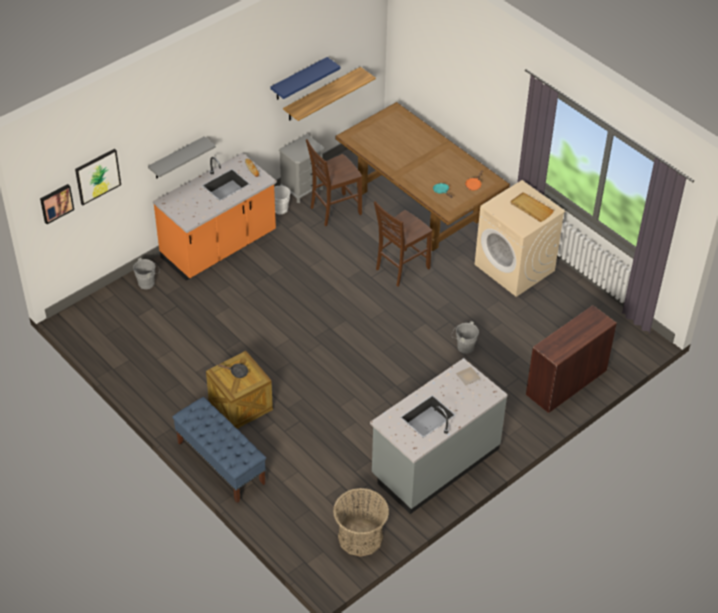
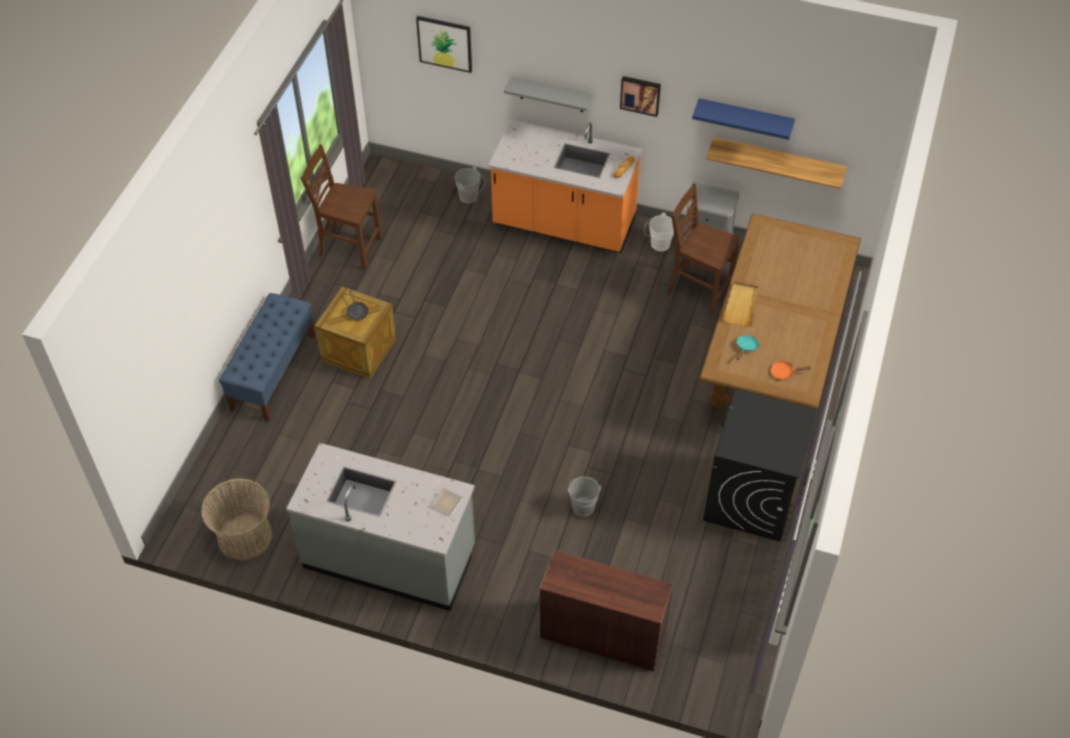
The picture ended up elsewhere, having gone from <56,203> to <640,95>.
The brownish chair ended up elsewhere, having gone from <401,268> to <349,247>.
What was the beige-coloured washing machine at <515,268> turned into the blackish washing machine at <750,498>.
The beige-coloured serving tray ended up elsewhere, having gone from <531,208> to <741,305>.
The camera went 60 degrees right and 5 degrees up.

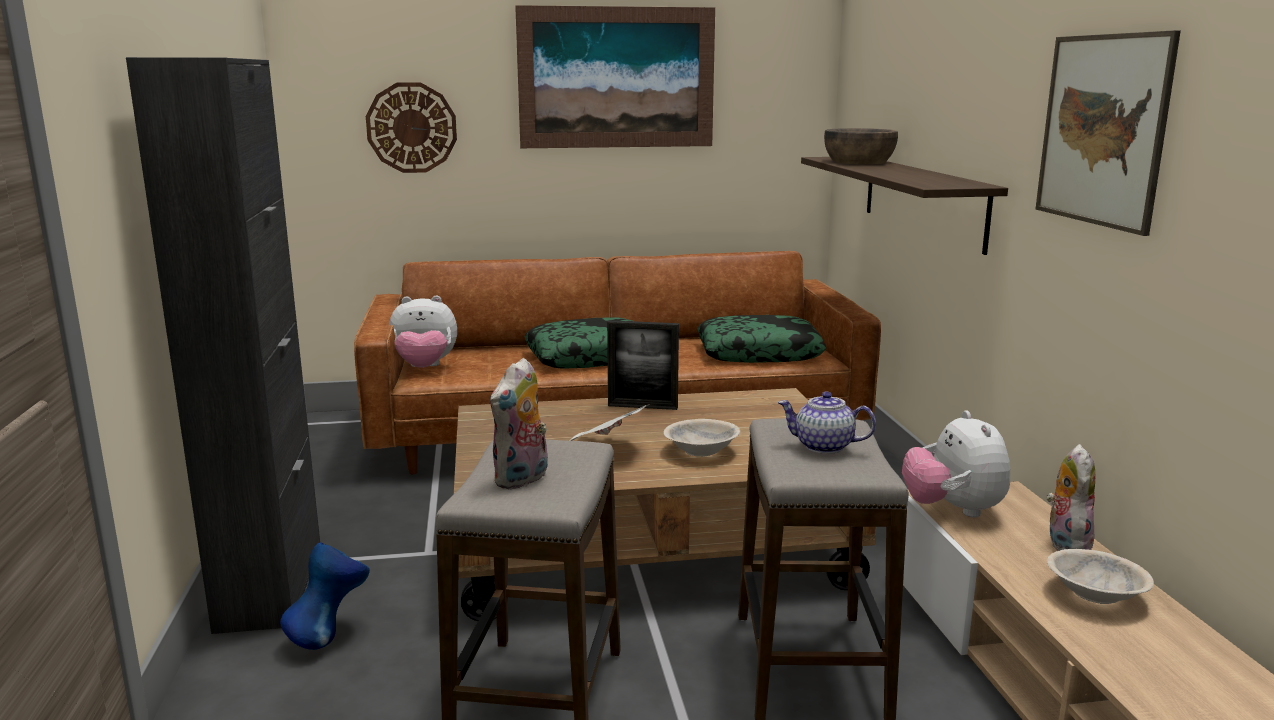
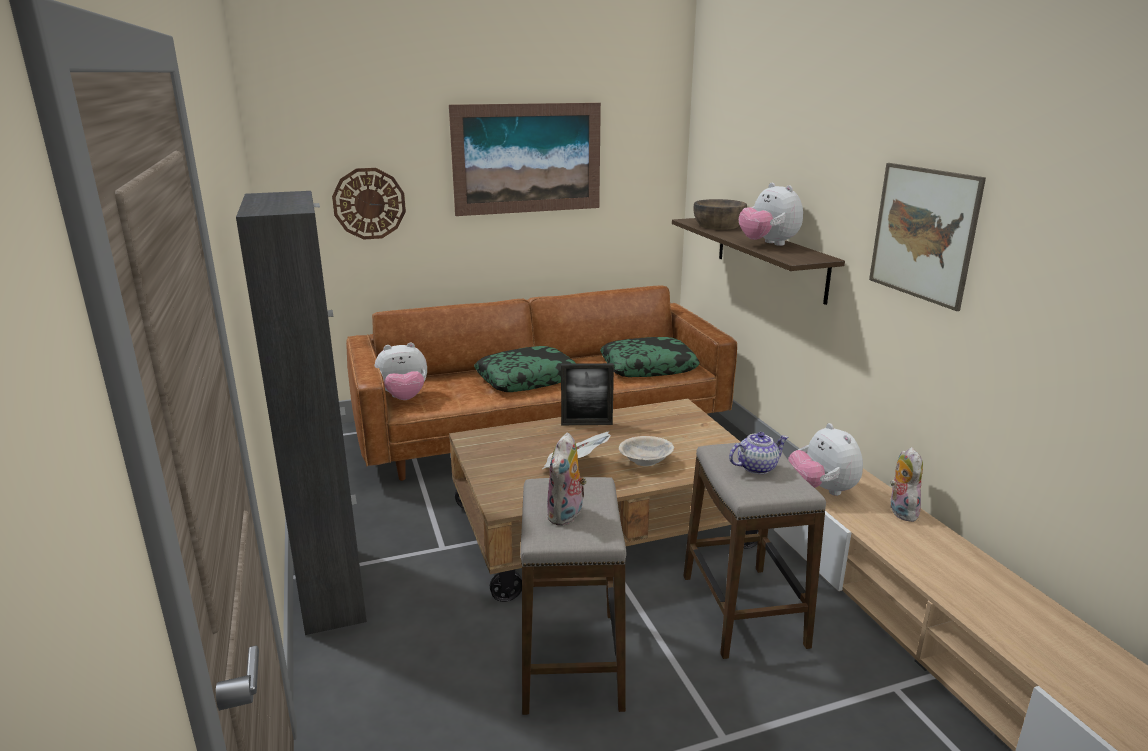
The second view lost the blue-coloured decorative vase at <330,637>.
The pot for tea at <823,446> ended up facing another way, 150 degrees clockwise from before.
The second view lost the beige-coloured bowl at <1094,595>.
The second view gained the soft toy at <768,244>.
The camera went 10 degrees left and 5 degrees up.

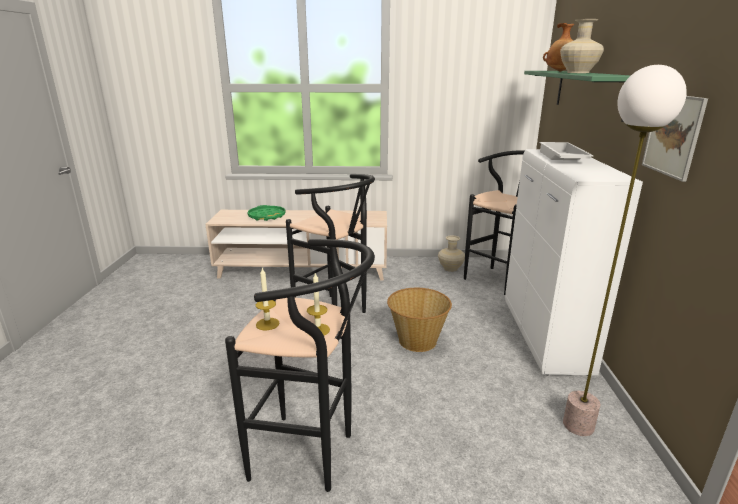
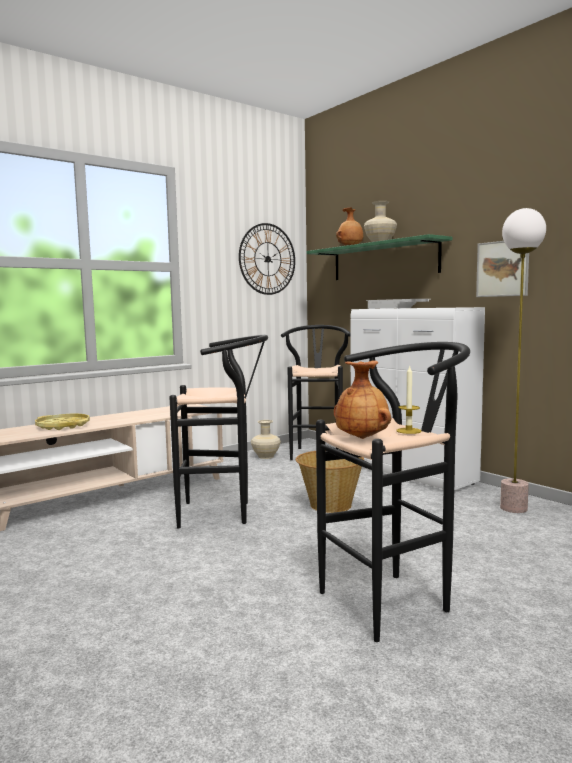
What was the green serving tray at <267,216> turned into the yellow serving tray at <63,426>.
Where the candle stood at <267,324>, the brownish decorative vase came to stand at <362,438>.
The second view gained the clock on the wall at <267,259>.
The camera went 40 degrees left and 15 degrees down.

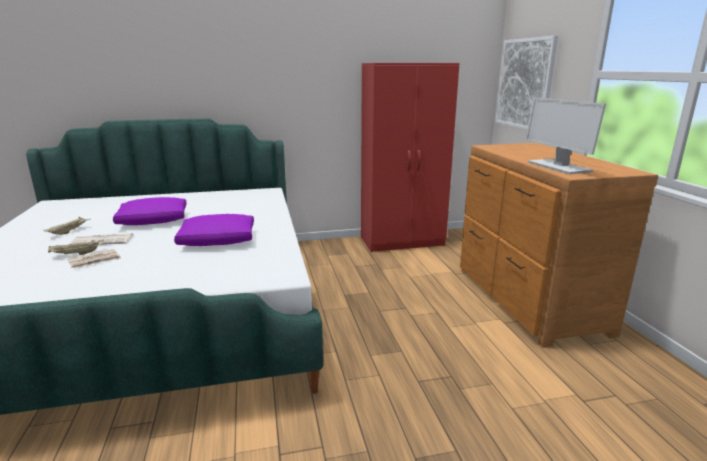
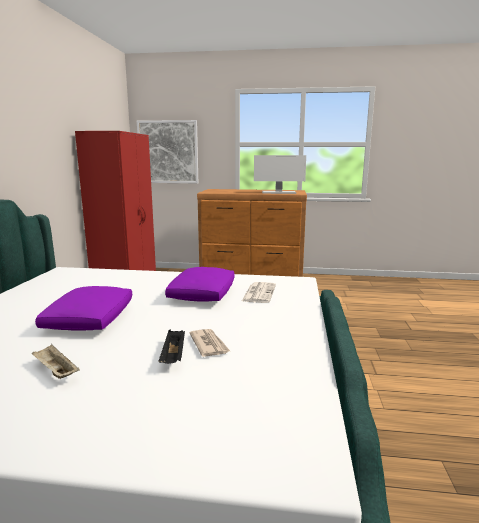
What was the beige-coloured serving tray at <77,254> turned into the blackish serving tray at <173,357>.
The printed paper ended up elsewhere, having gone from <103,240> to <259,293>.
The camera went 70 degrees left and 5 degrees down.

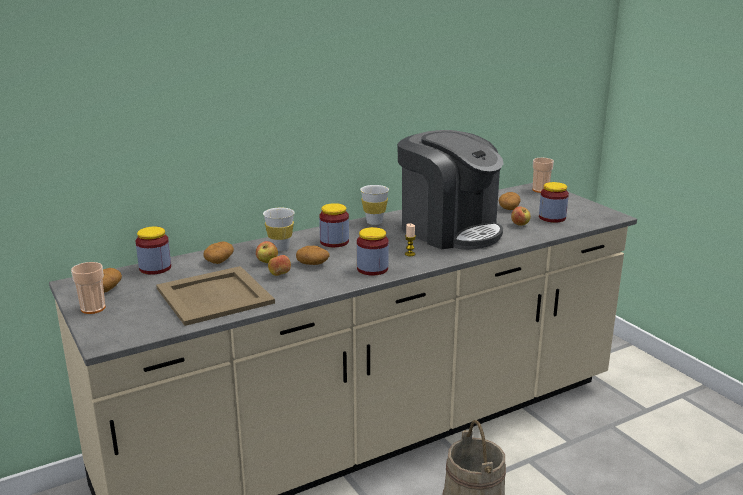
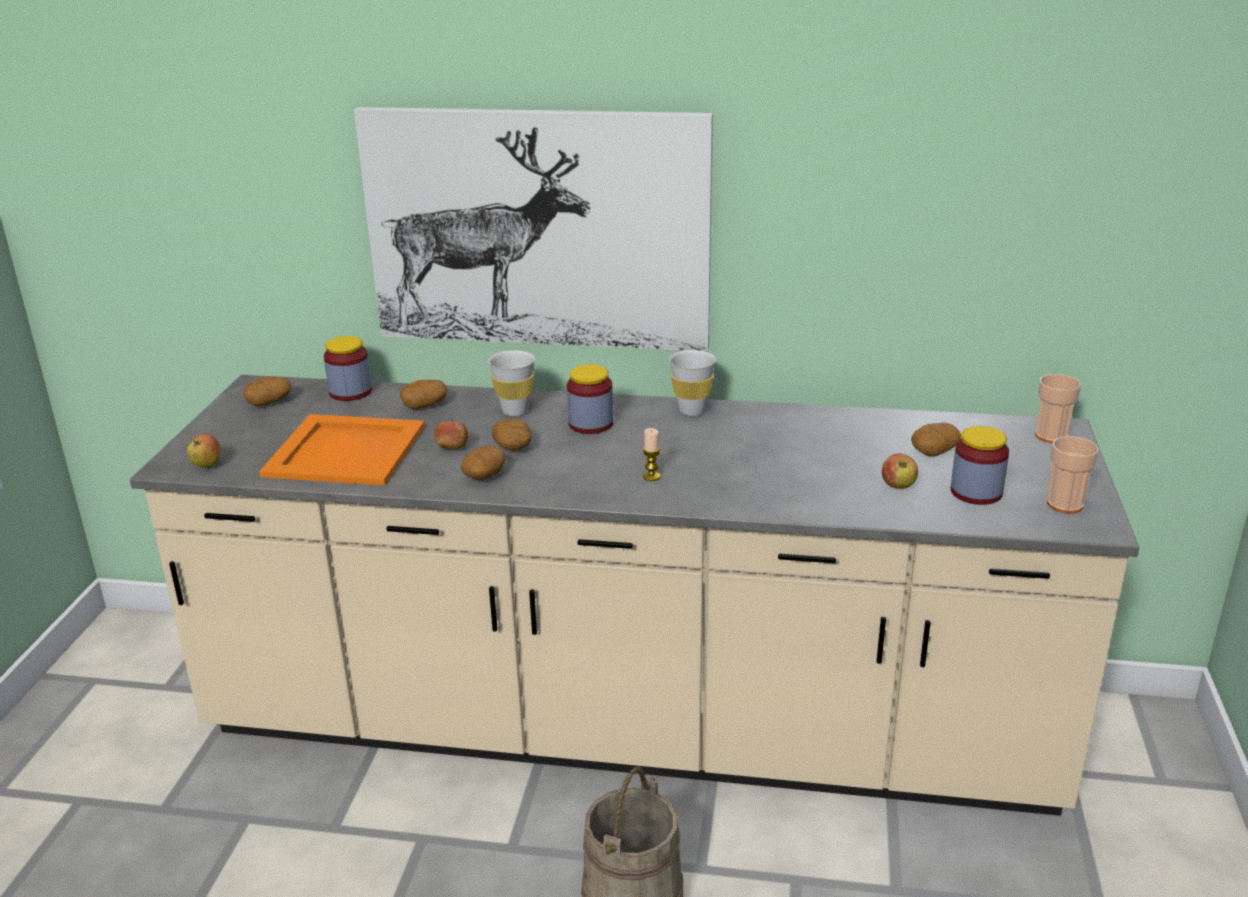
The drinking cup ended up elsewhere, having gone from <93,308> to <1065,504>.
What was the beige-coloured serving tray at <213,295> turned into the orange serving tray at <345,450>.
The whole apple ended up elsewhere, having gone from <267,262> to <207,465>.
The second view lost the preserve jar at <372,269>.
The second view lost the coffee maker at <449,230>.
The second view gained the picture at <537,229>.
The second view gained the whole potato at <484,475>.
The camera went 40 degrees right and 5 degrees up.

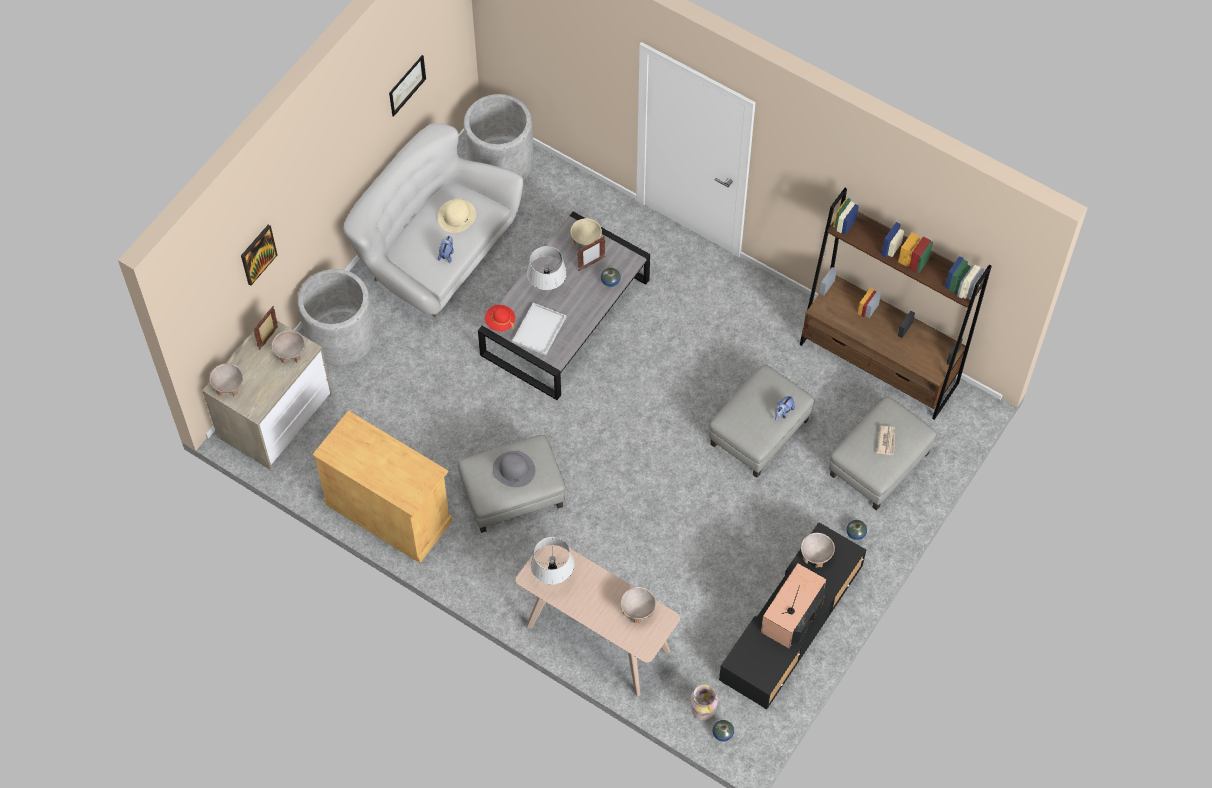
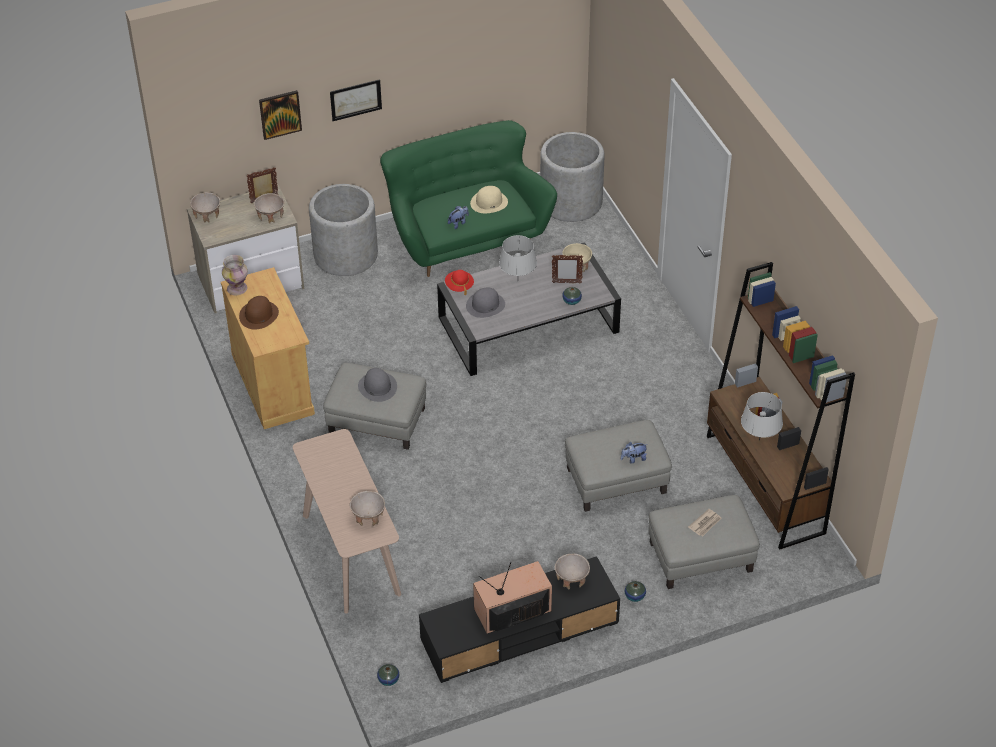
What was the whitish sofa at <435,254> turned into the green sofa at <466,237>.
The picture ended up elsewhere, having gone from <407,85> to <355,99>.
Where the whitish serving tray stood at <539,328>, the grey clothing hat came to stand at <485,305>.
The grey lamp for a table ended up elsewhere, having gone from <553,576> to <759,440>.
The decorative vase ended up elsewhere, having gone from <702,709> to <237,288>.
The second view gained the brownish clothing hat at <259,315>.
The camera went 35 degrees right and 15 degrees down.

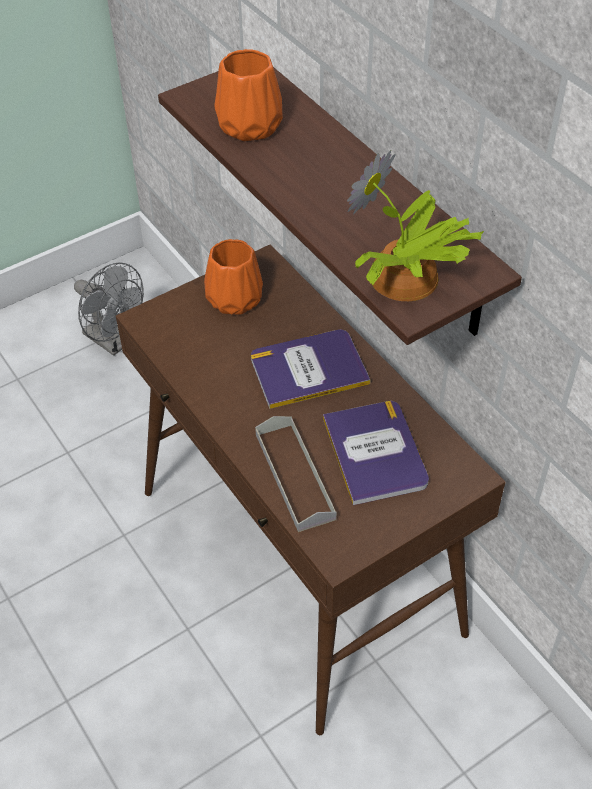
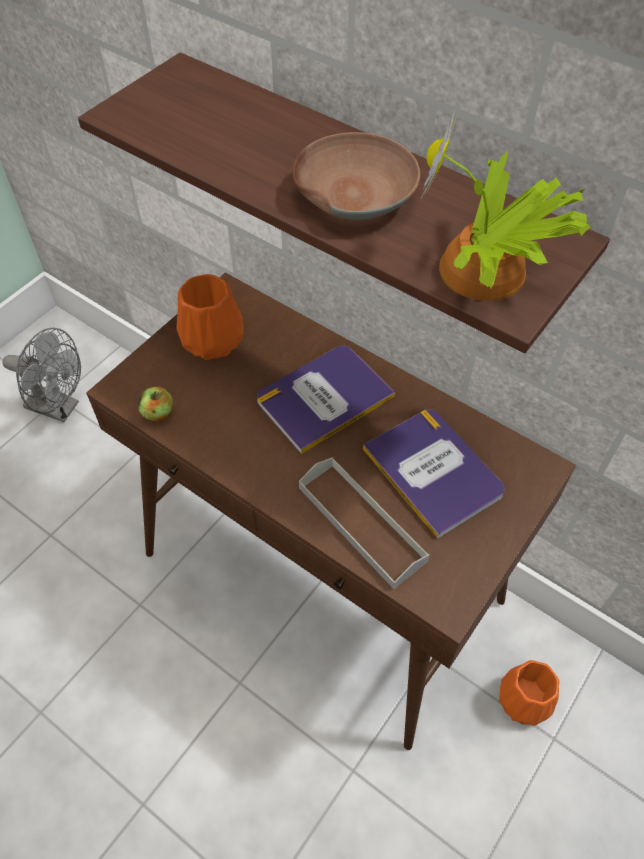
The orange decorative vase ended up elsewhere, having gone from <251,125> to <525,699>.
The second view gained the whole apple at <158,413>.
The second view gained the brownish bowl at <354,193>.
The camera went 20 degrees left and 5 degrees up.

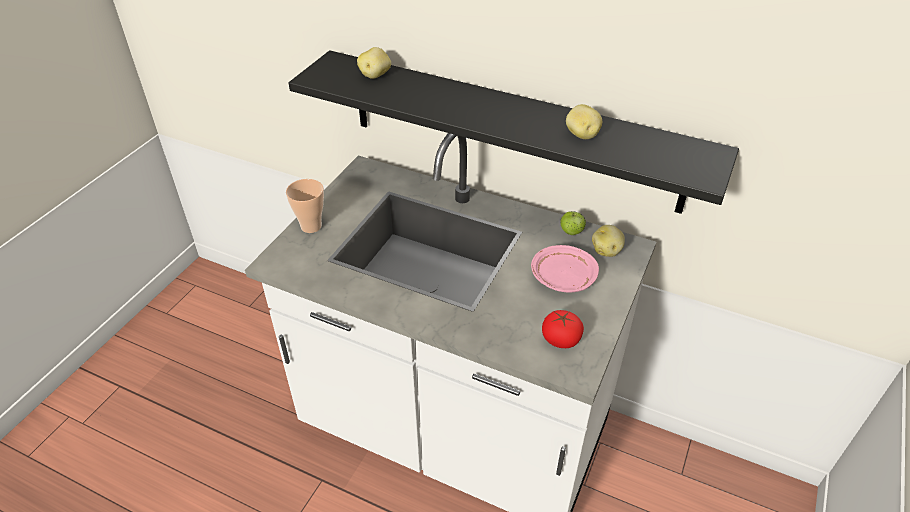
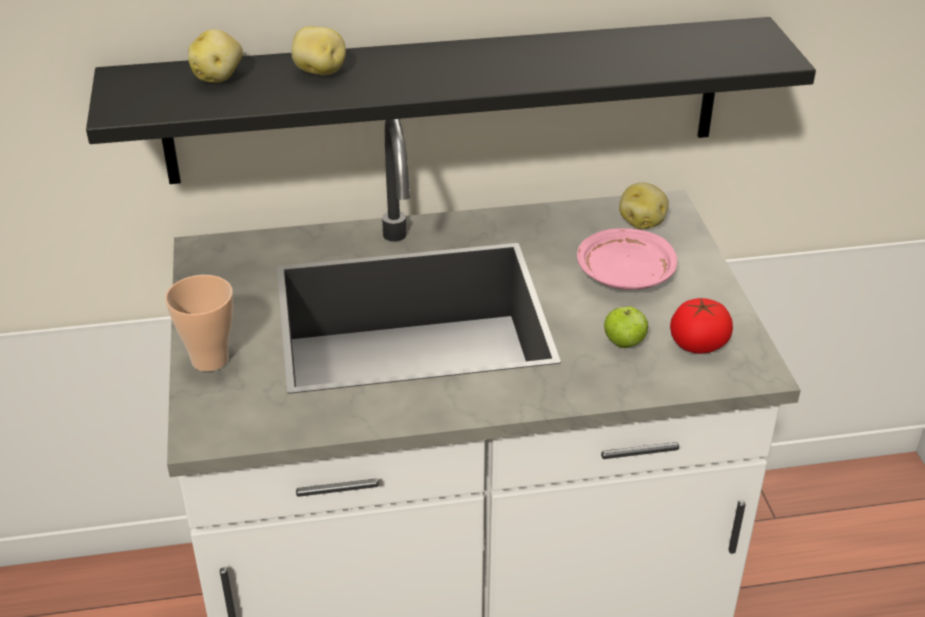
The whole apple ended up elsewhere, having gone from <571,232> to <624,343>.
The whole potato ended up elsewhere, having gone from <581,135> to <320,72>.
The camera went 35 degrees left and 5 degrees down.

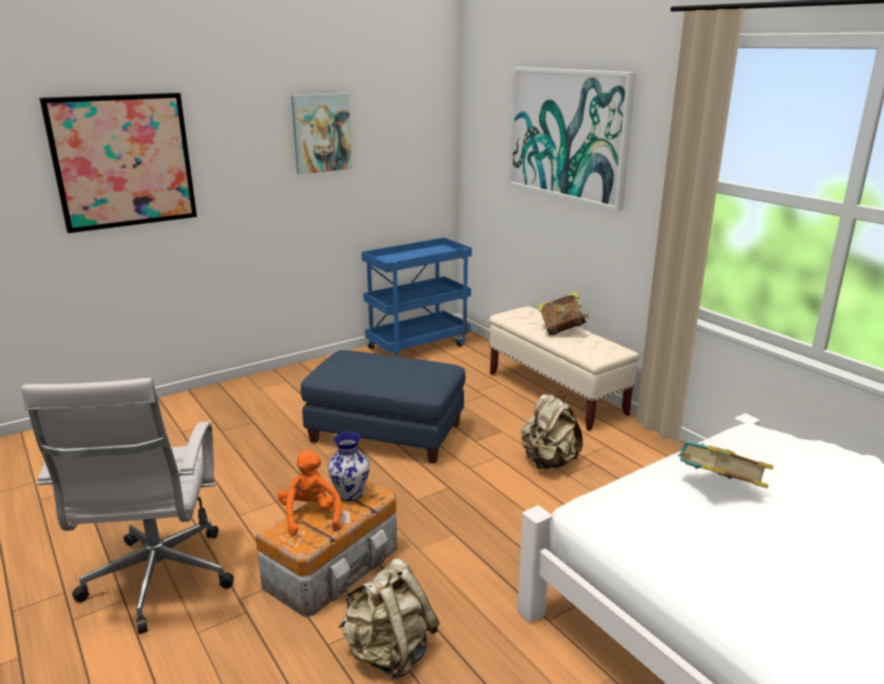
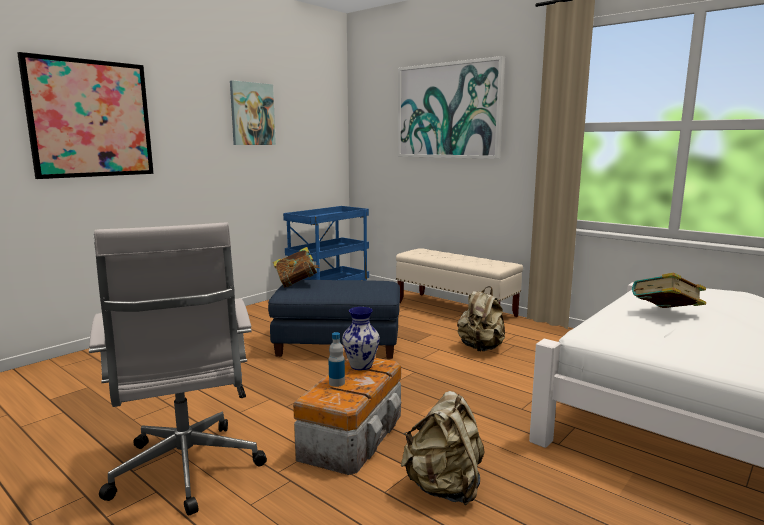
Where the orange soft toy stood at <310,515>, the drink bottle came to stand at <336,383>.
The volume ended up elsewhere, having gone from <562,330> to <296,283>.
The camera went 15 degrees left and 10 degrees down.

